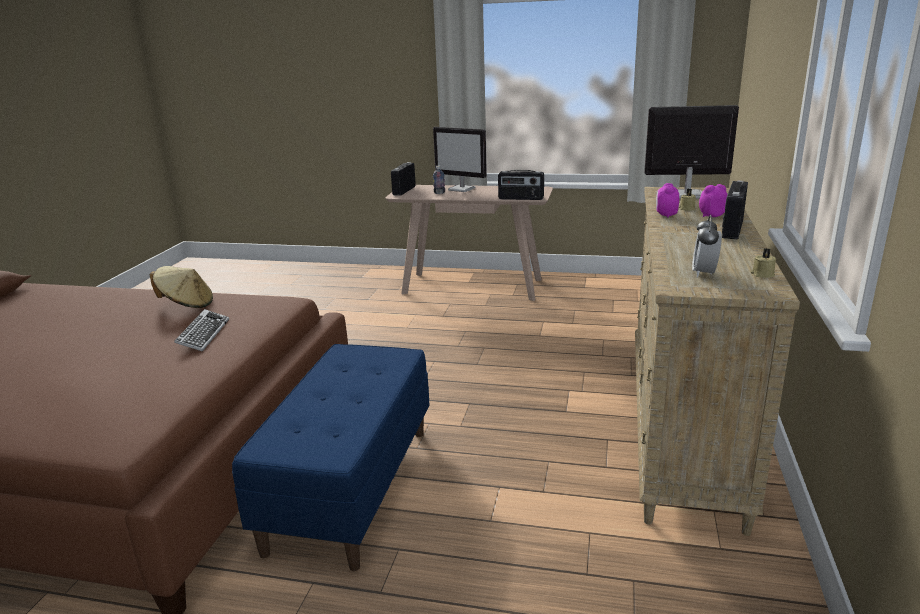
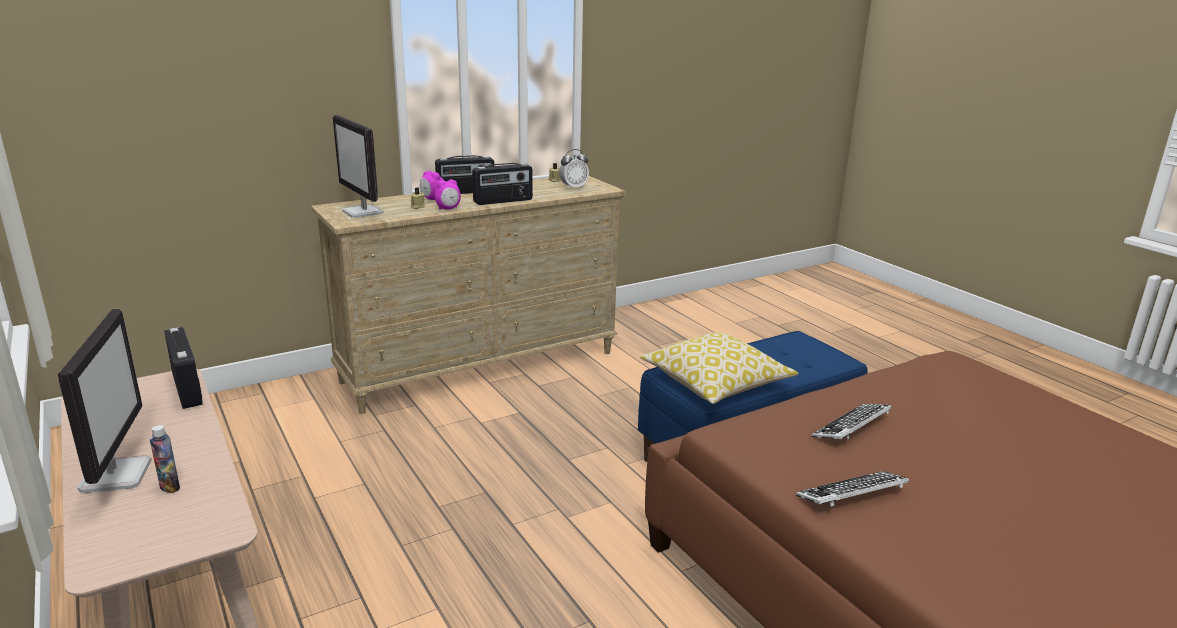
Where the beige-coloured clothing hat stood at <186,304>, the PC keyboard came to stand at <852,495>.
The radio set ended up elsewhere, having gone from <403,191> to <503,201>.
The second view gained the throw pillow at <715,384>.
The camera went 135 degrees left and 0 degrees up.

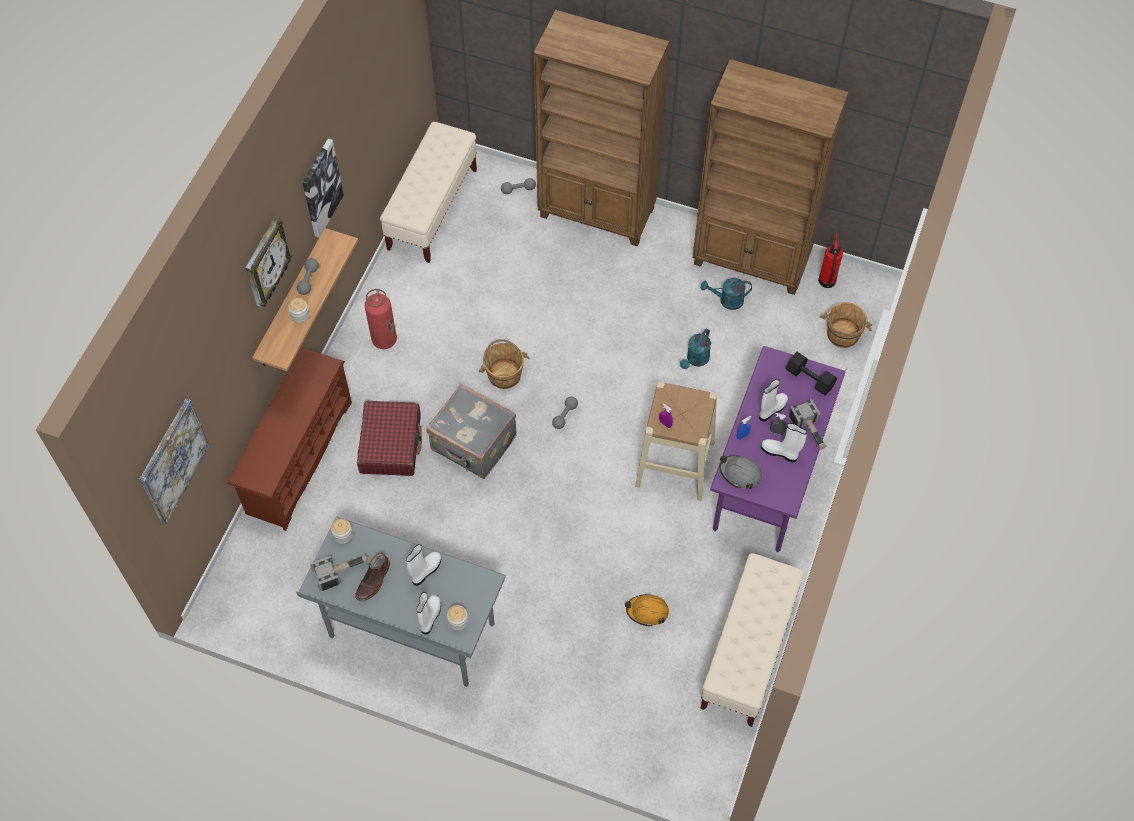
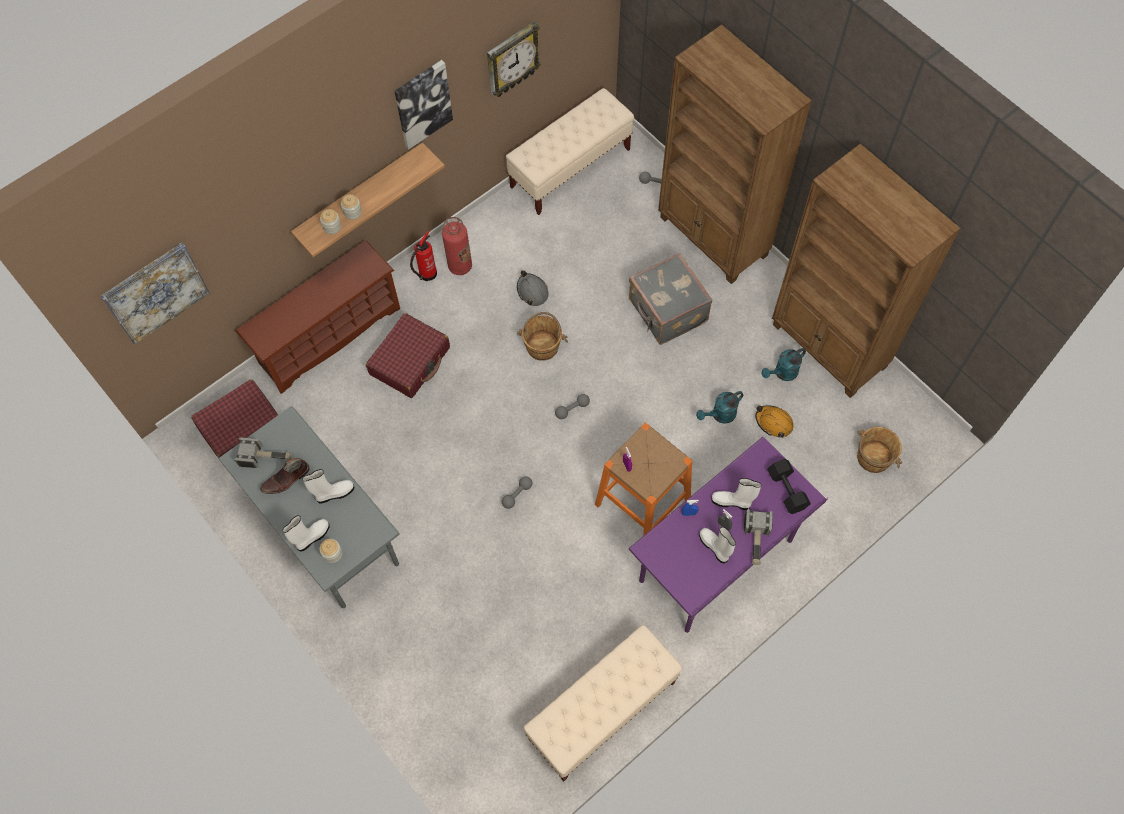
The clock on the wall ended up elsewhere, having gone from <265,263> to <512,60>.
The grey hand weight ended up elsewhere, having gone from <308,280> to <517,494>.
The preserve jar ended up elsewhere, having gone from <343,535> to <332,227>.
The grey suitcase ended up elsewhere, having gone from <473,445> to <666,312>.
The orange safety helmet ended up elsewhere, having gone from <647,611> to <773,422>.
What was the beige-coloured stool seat at <674,464> turned into the orange stool seat at <642,502>.
The blue-green watering pot at <727,300> ended up facing another way, 60 degrees counterclockwise from before.
The grey safety helmet ended up elsewhere, having gone from <740,474> to <532,291>.
The whitish high-top boot at <772,409> ended up facing another way, 150 degrees counterclockwise from before.
The extinguisher ended up elsewhere, having gone from <826,282> to <426,274>.
The second view gained the red suitcase at <241,427>.
The camera went 30 degrees right and 5 degrees up.

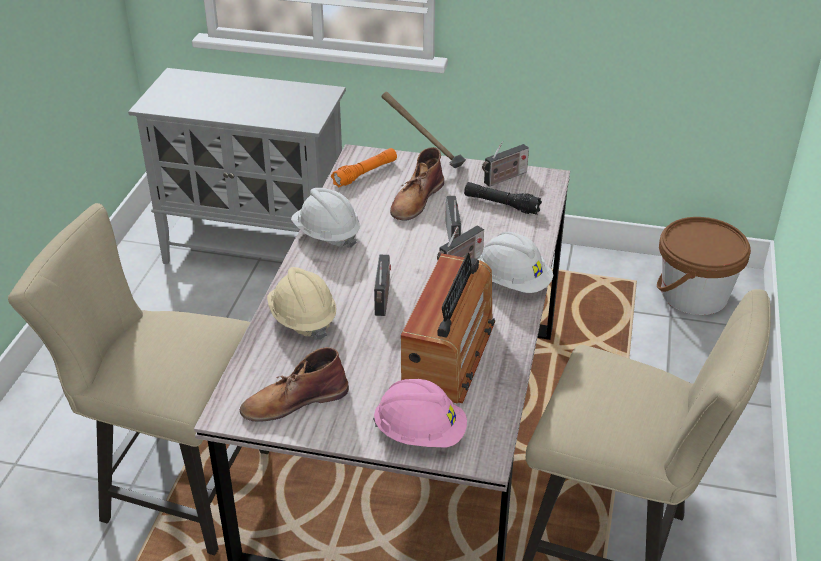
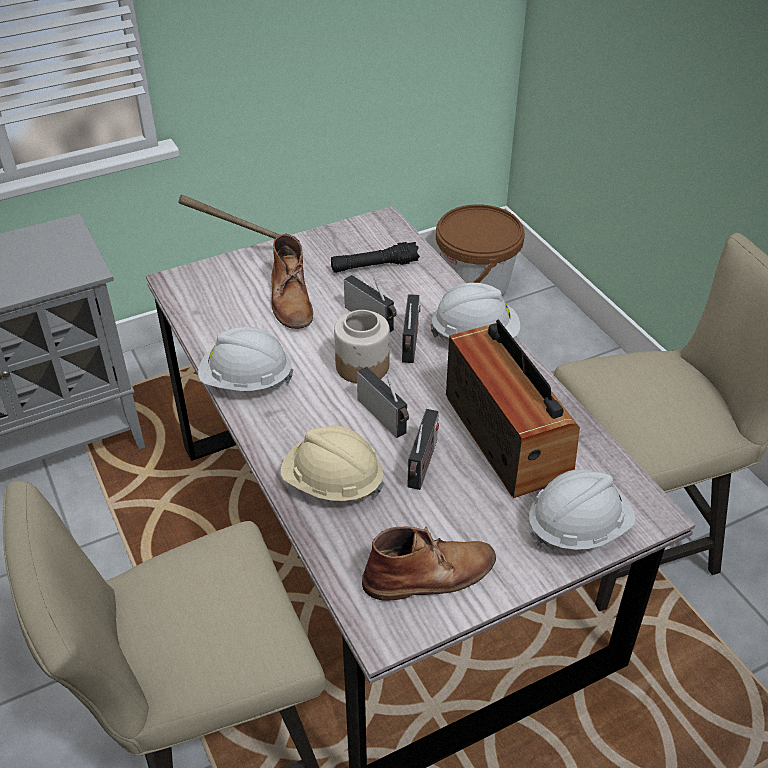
The brownish high-top boot at <293,401> ended up facing another way, 135 degrees counterclockwise from before.
The second view lost the orange flashlight at <365,173>.
What was the pinkish safety helmet at <420,433> turned into the whitish safety helmet at <578,528>.
The radio set ended up elsewhere, having gone from <504,178> to <422,466>.
The second view gained the preserve jar at <363,366>.
The camera went 40 degrees left and 5 degrees up.

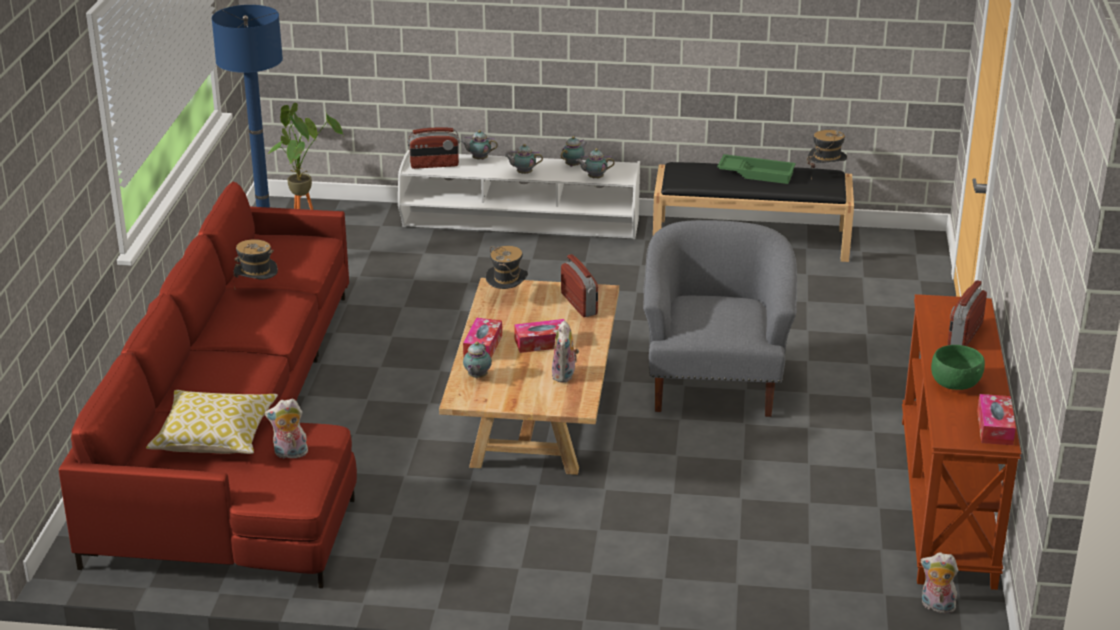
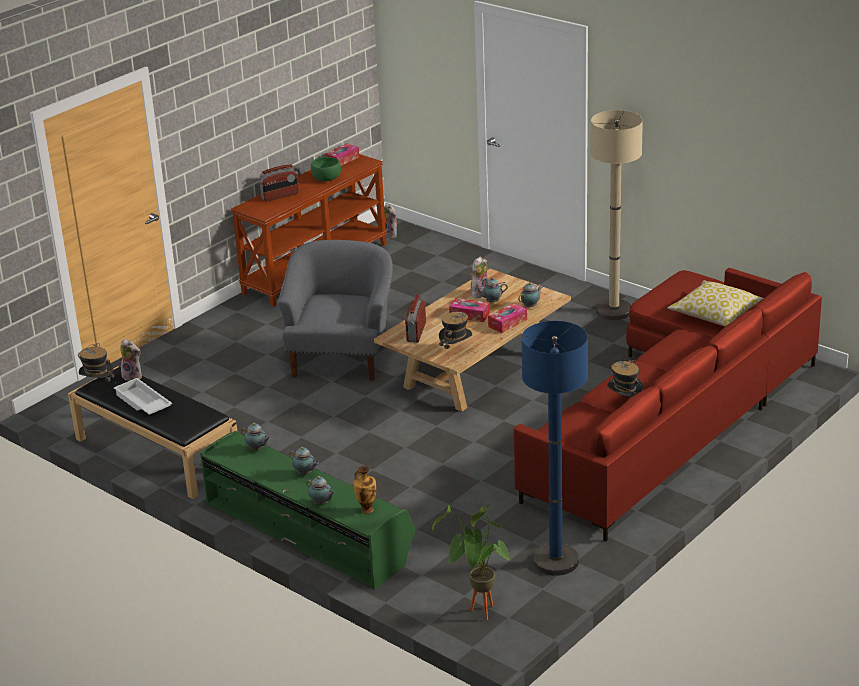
The soft toy ended up elsewhere, having gone from <290,454> to <133,376>.
What was the whitish media console at <520,226> turned into the green media console at <308,530>.
Where the radio set stood at <434,165>, the decorative vase came to stand at <366,509>.
The pot for tea ended up elsewhere, having gone from <574,165> to <492,302>.
The grey easy chair at <715,383> ended up facing another way, 150 degrees clockwise from before.
What was the green serving tray at <756,173> turned into the whitish serving tray at <142,403>.
The second view gained the beige-coloured standard lamp at <613,311>.
The camera went 145 degrees left and 0 degrees up.

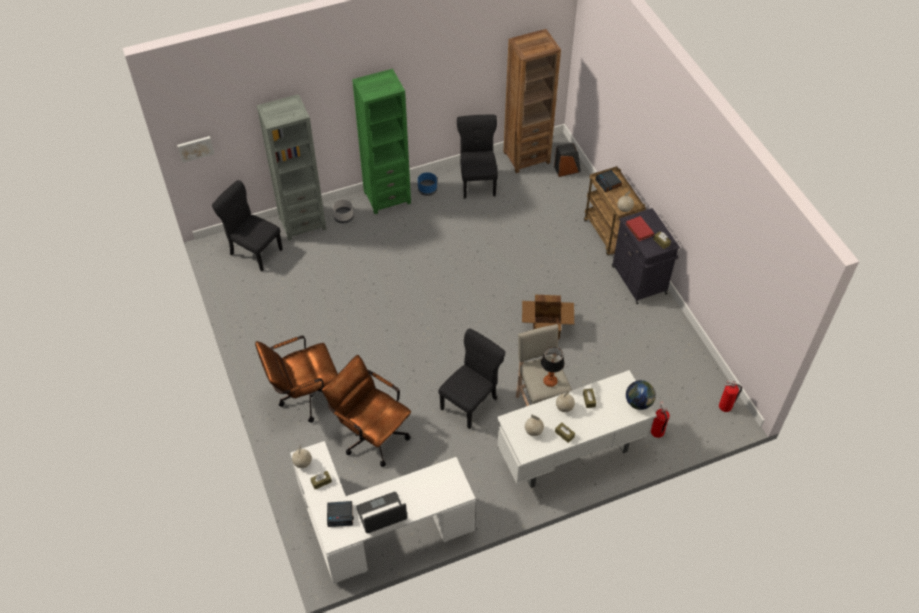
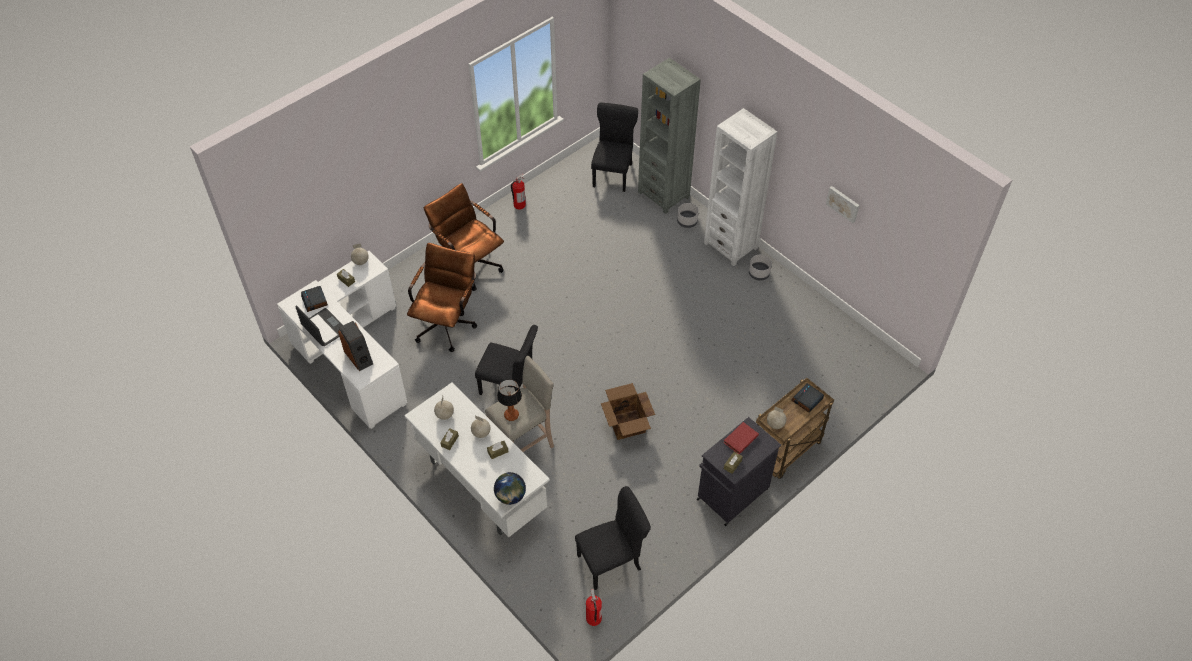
The picture ended up elsewhere, having gone from <195,148> to <843,203>.
What was the green bookshelf at <387,197> turned into the whitish bookshelf at <730,245>.
What was the blue-coloured flower pot at <427,190> turned into the grey flower pot at <759,273>.
The blackish chair ended up elsewhere, having gone from <477,182> to <611,562>.
The second view lost the brownish bookshelf at <526,157>.
The audio speaker ended up elsewhere, having gone from <567,169> to <359,357>.
The extinguisher ended up elsewhere, having gone from <657,432> to <519,205>.
The camera went 70 degrees right and 0 degrees up.

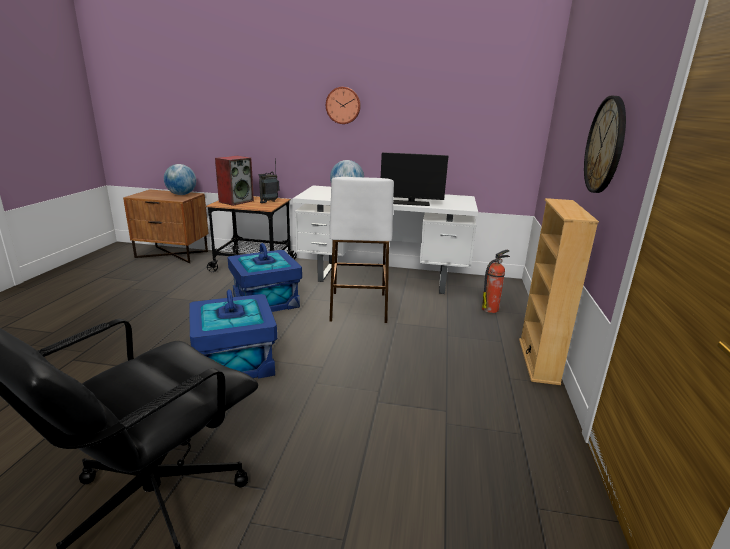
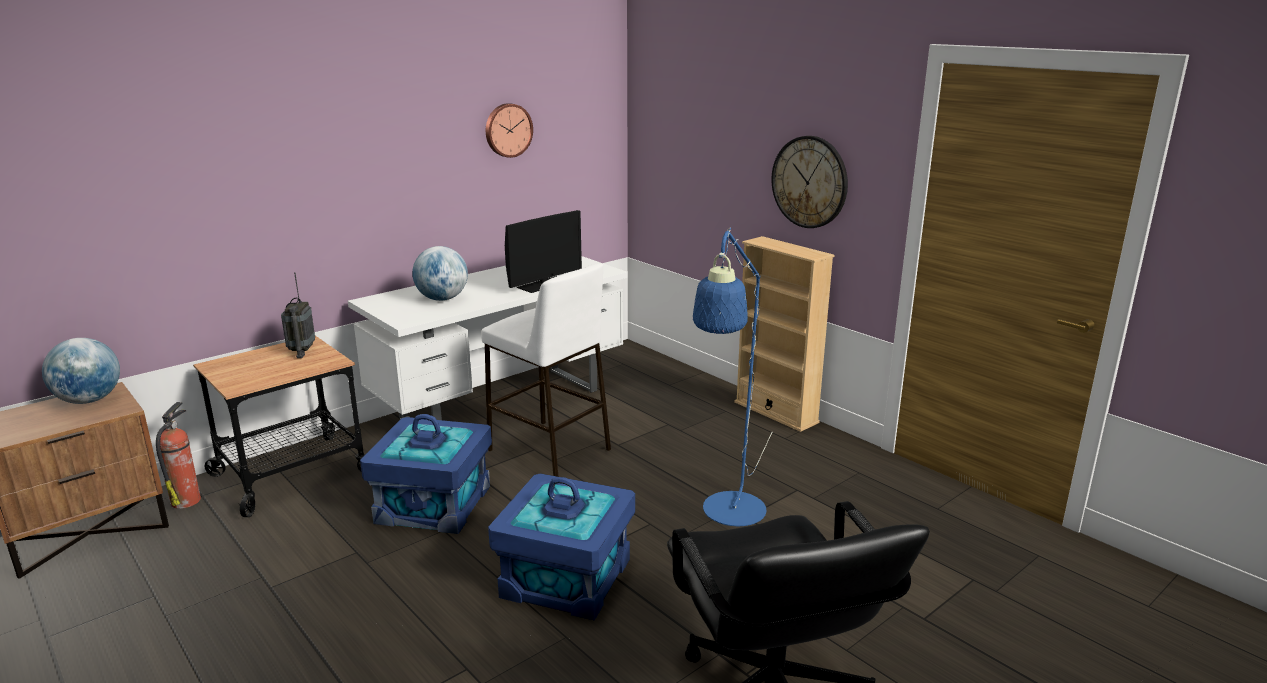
The second view lost the audio speaker at <236,201>.
The clock on the wall ended up elsewhere, having gone from <343,105> to <507,130>.
The extinguisher ended up elsewhere, having gone from <491,309> to <187,500>.
The second view gained the blue-coloured standard lamp at <730,517>.
The camera went 50 degrees left and 0 degrees up.

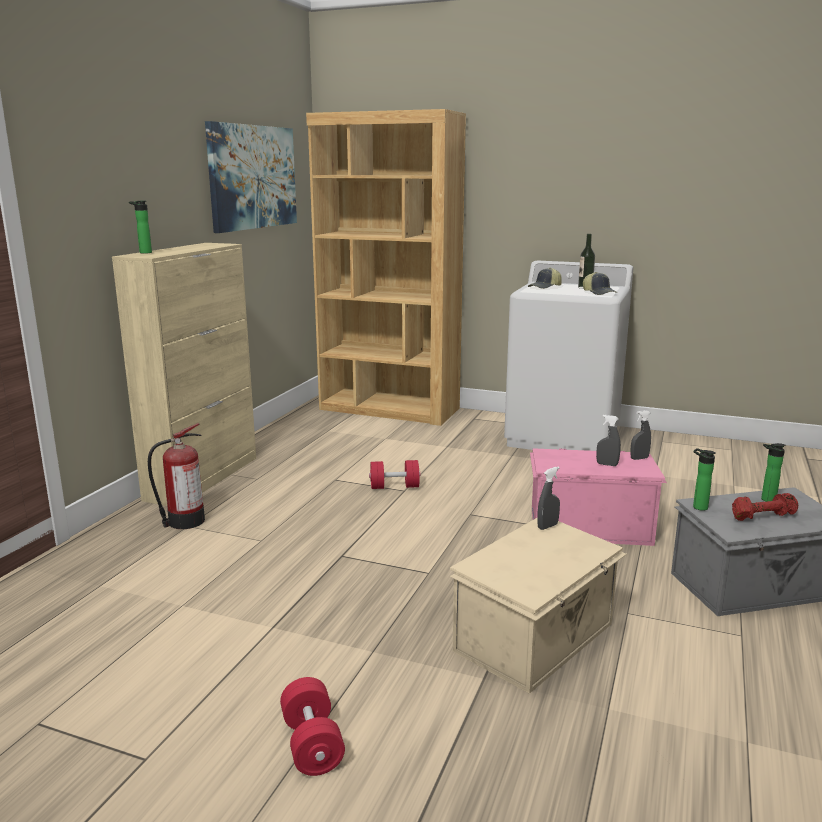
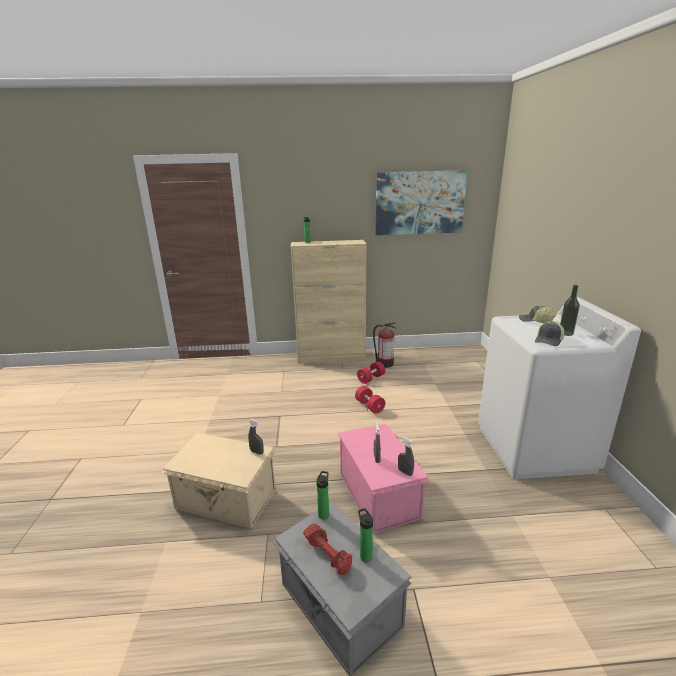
The extinguisher ended up elsewhere, having gone from <184,522> to <384,363>.
The red hand weight ended up elsewhere, having gone from <312,744> to <371,378>.
The second view lost the brownish bookshelf at <389,409>.
The camera went 65 degrees right and 5 degrees up.

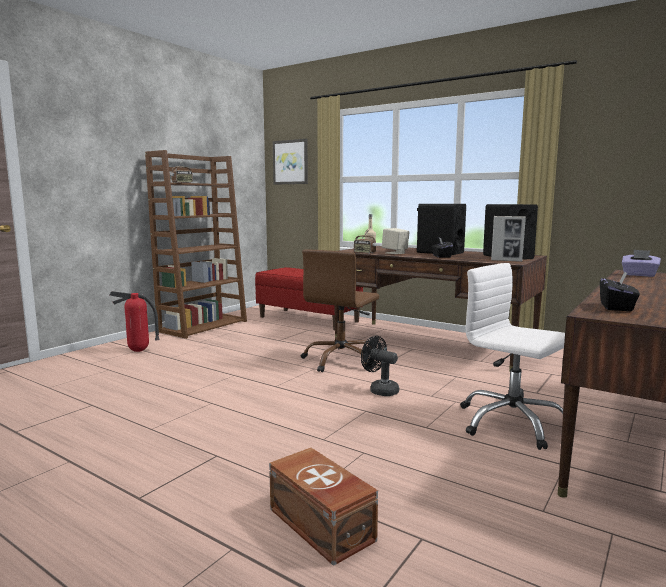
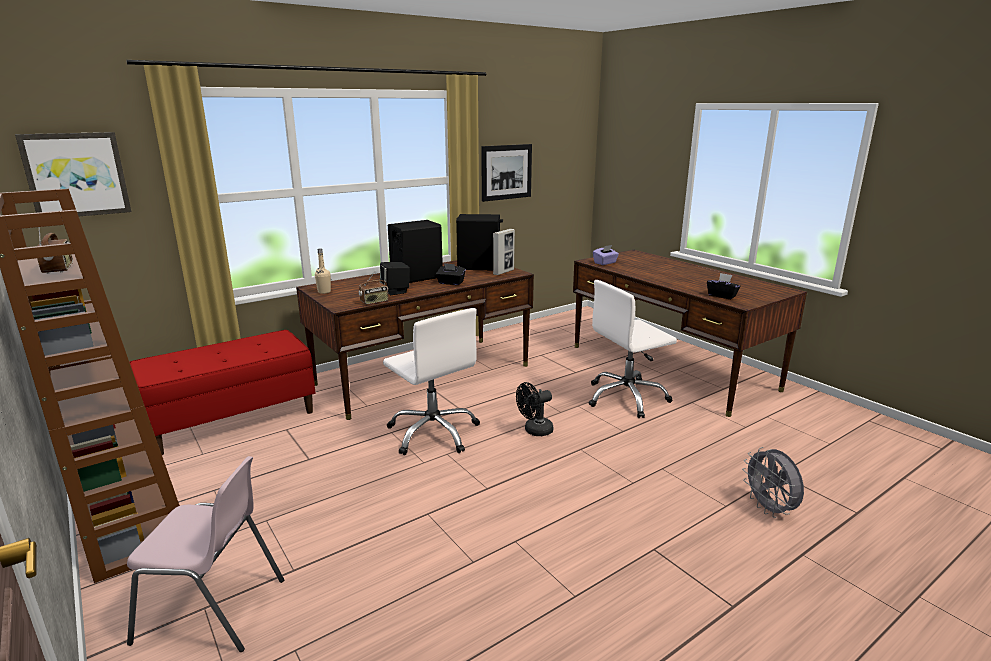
Where the extinguisher stood at <138,351>, the pinkish chair came to stand at <213,610>.
Where the brownish storage box stood at <320,526>, the grey cooling fan came to stand at <769,509>.
What was the brownish office chair at <341,360> turned into the whitish office chair at <434,432>.
What was the beige-coloured audio speaker at <395,253> turned into the blackish audio speaker at <395,291>.
The second view gained the picture at <506,172>.
The camera went 70 degrees left and 10 degrees up.

